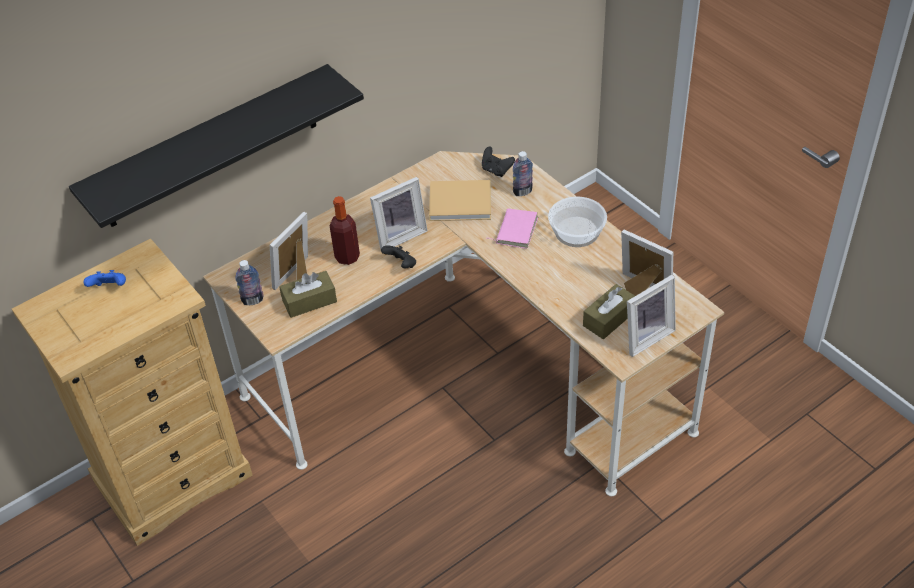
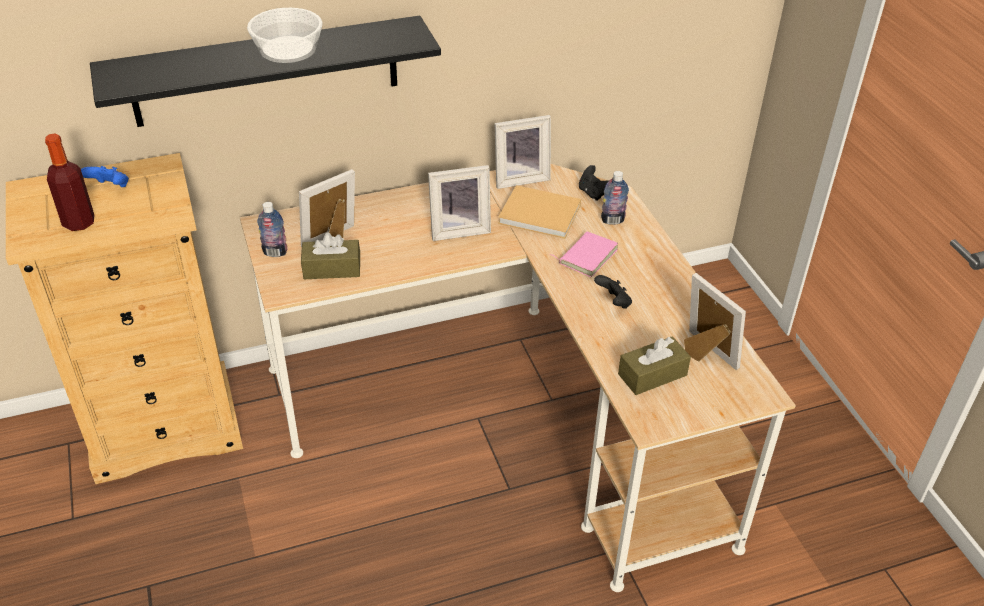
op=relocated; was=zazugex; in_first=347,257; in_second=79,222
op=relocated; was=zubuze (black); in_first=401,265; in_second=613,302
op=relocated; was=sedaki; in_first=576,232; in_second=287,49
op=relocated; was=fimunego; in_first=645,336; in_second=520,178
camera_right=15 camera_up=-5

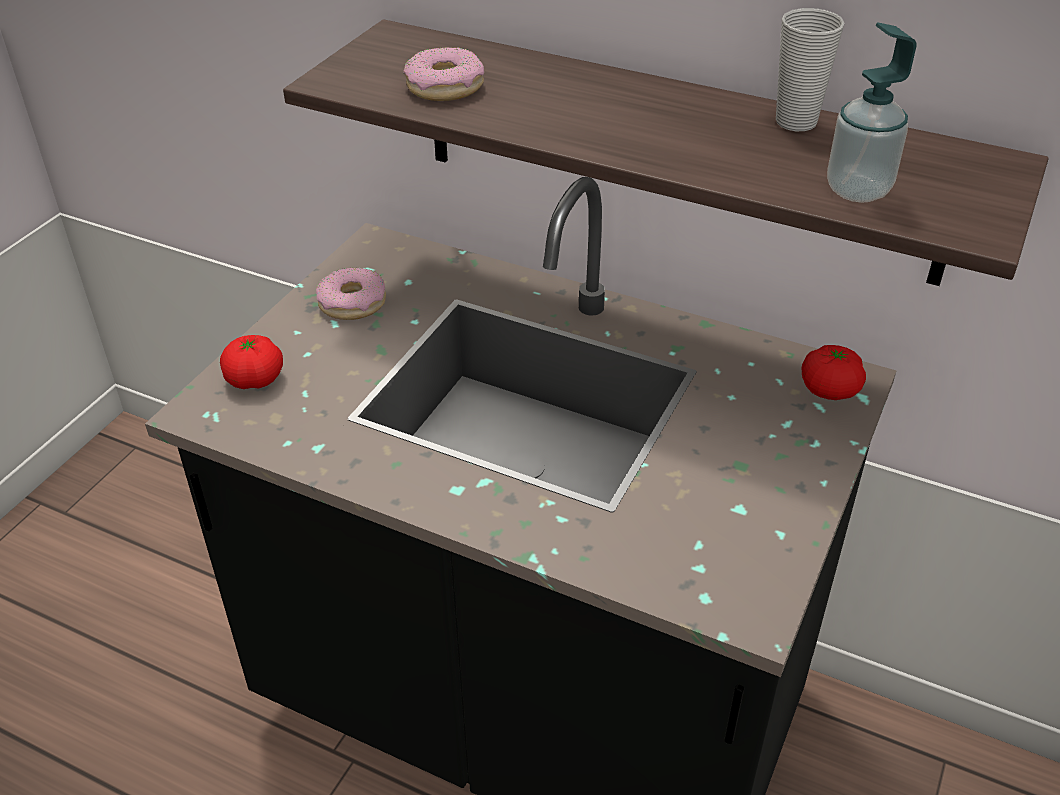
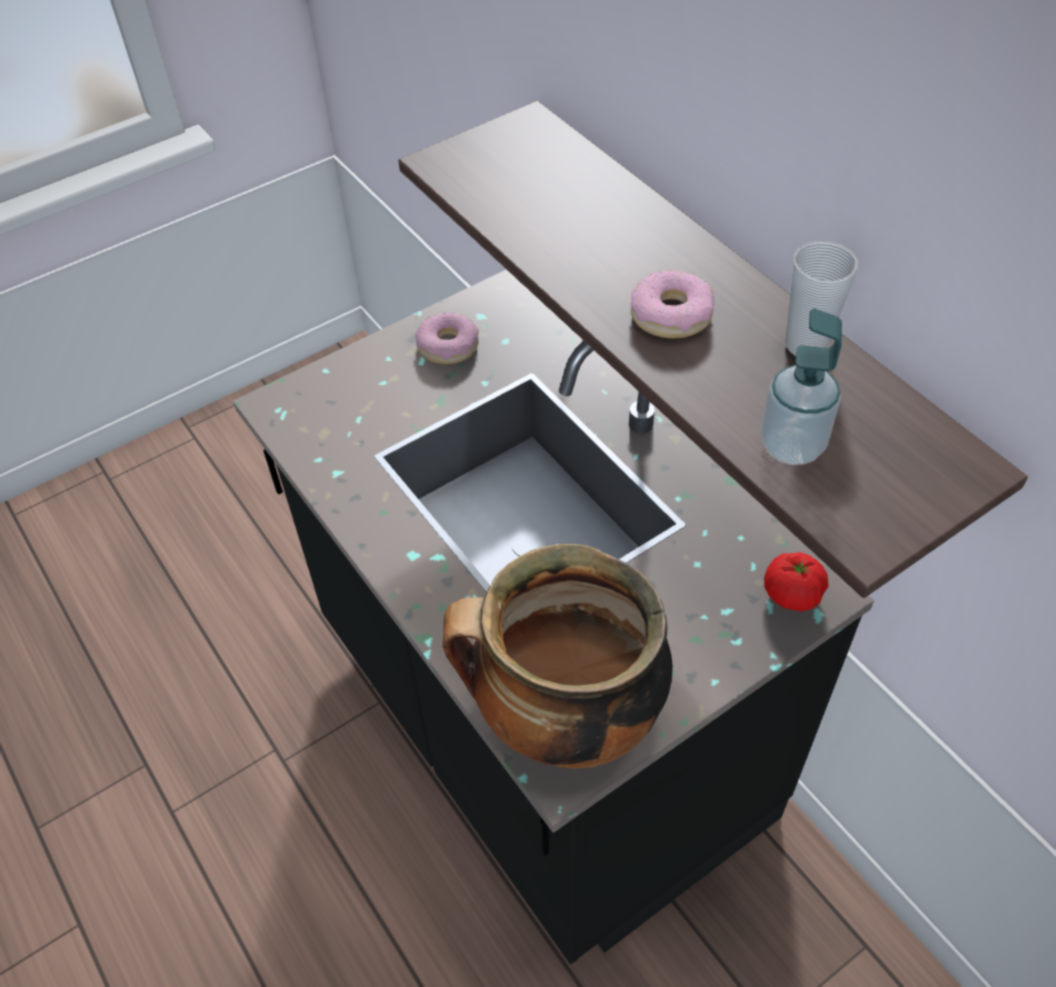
op=missing; was=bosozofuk; in_first=255,379
op=relocated; was=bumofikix; in_first=445,86; in_second=671,315
op=appeared; now=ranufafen; in_second=564,720
camera_right=30 camera_up=10

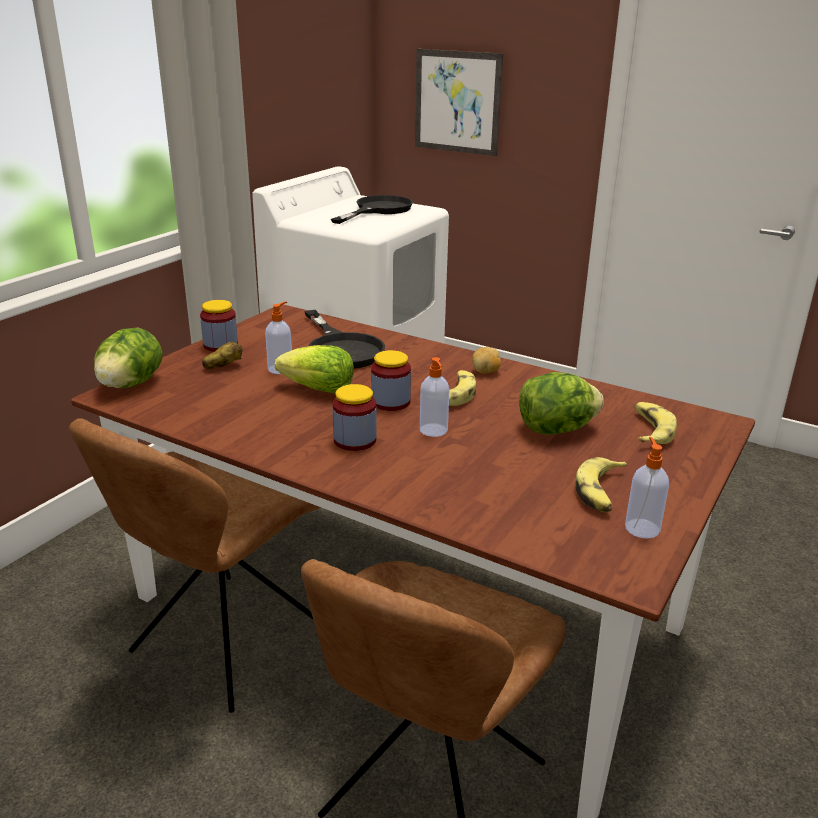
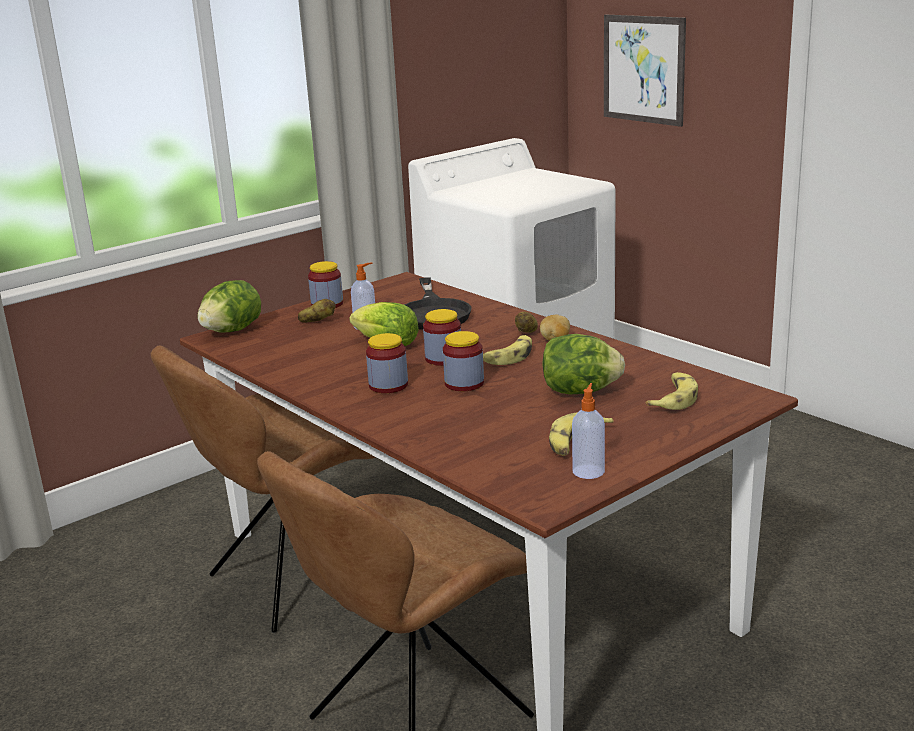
op=missing; was=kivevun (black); in_first=378,210
op=exchanged; was=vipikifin; now=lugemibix; in_first=433,431; in_second=464,383
op=appeared; now=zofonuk; in_second=527,332
camera_right=20 camera_up=-5

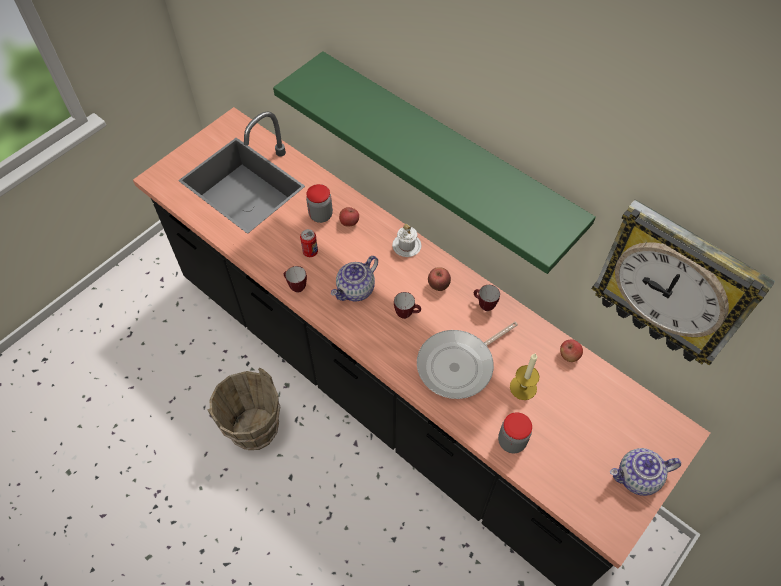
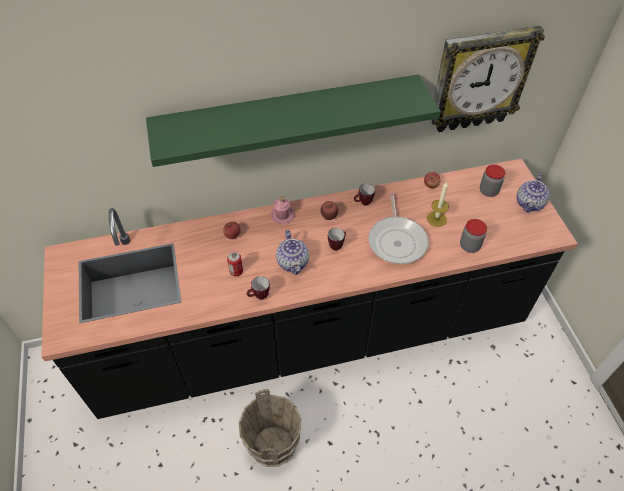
op=relocated; was=lugemibix; in_first=321,215; in_second=488,191
op=colour; was=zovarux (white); now=zovarux (pink); in_first=406,246; in_second=282,215
camera_right=-55 camera_up=-5

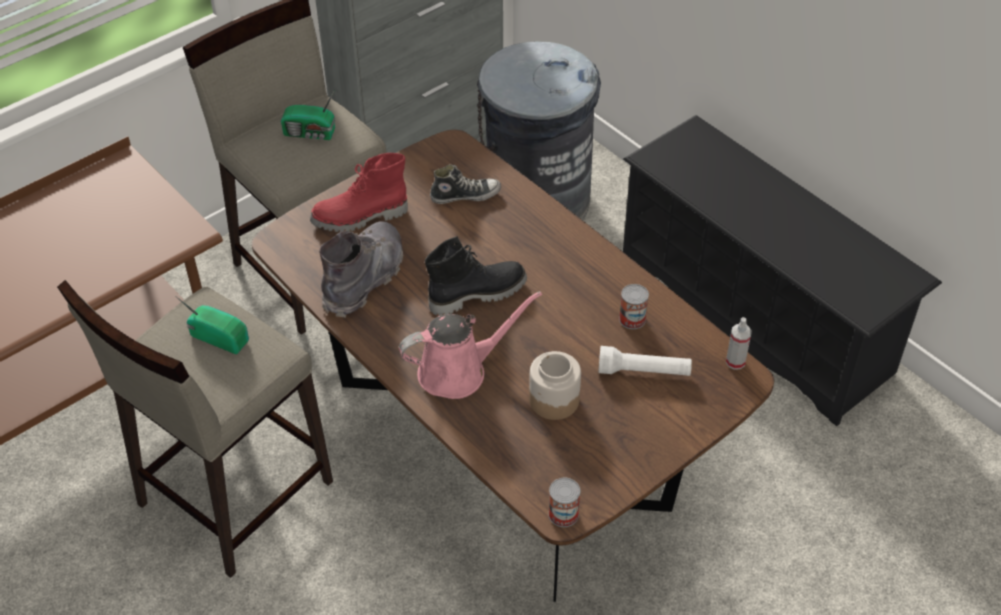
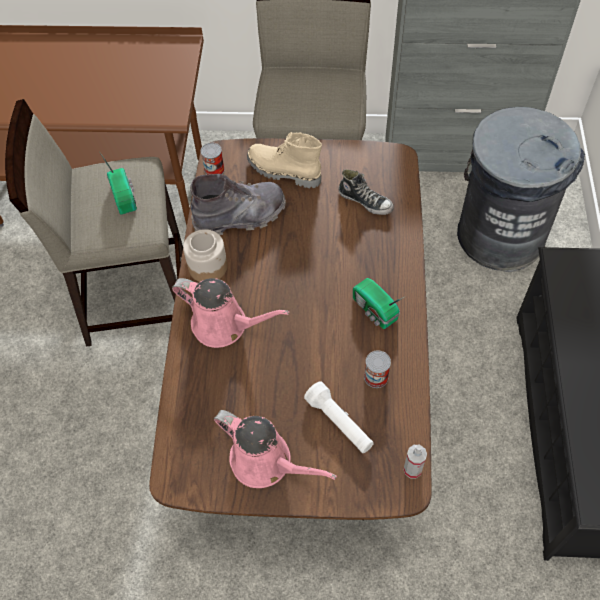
op=relocated; was=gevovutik; in_first=310,133; in_second=375,311
op=colour; was=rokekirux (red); now=rokekirux (beige); in_first=360,218; in_second=283,172
op=missing; was=rokekirux (black); in_first=477,293
op=relocated; was=lugemibix; in_first=553,400; in_second=208,266
op=relocated; was=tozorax; in_first=563,514; in_second=214,169
op=appeared; now=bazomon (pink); in_second=266,462
camera_right=45 camera_up=10

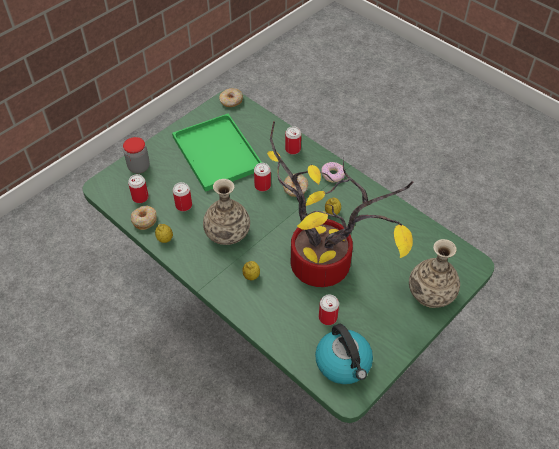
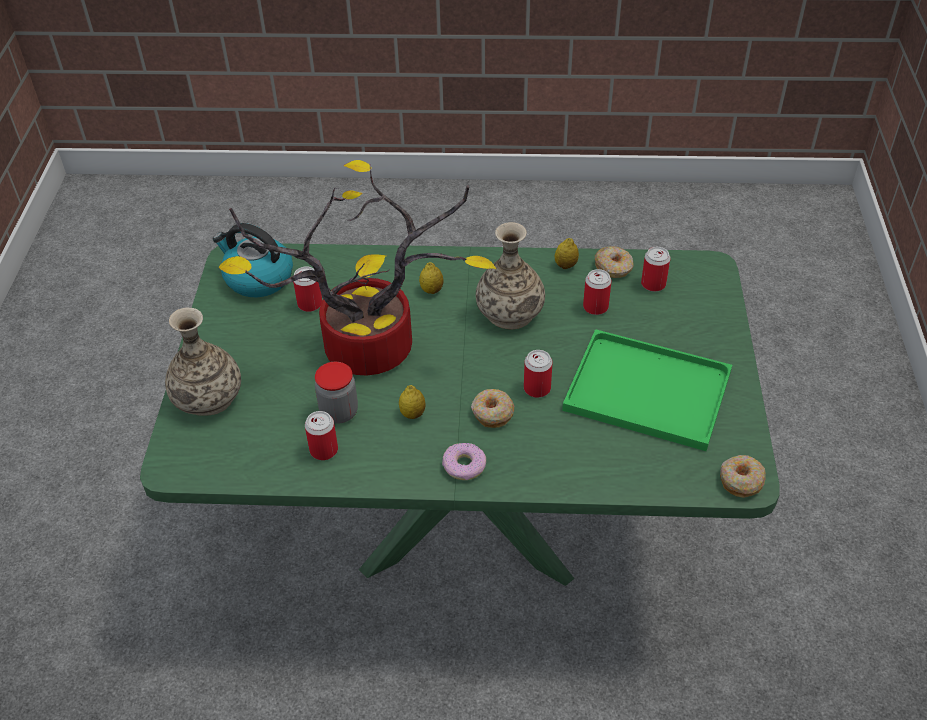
op=relocated; was=lugemibix; in_first=139,167; in_second=339,412
op=relocated; was=tozorax; in_first=292,149; in_second=324,450
camera_right=140 camera_up=-5

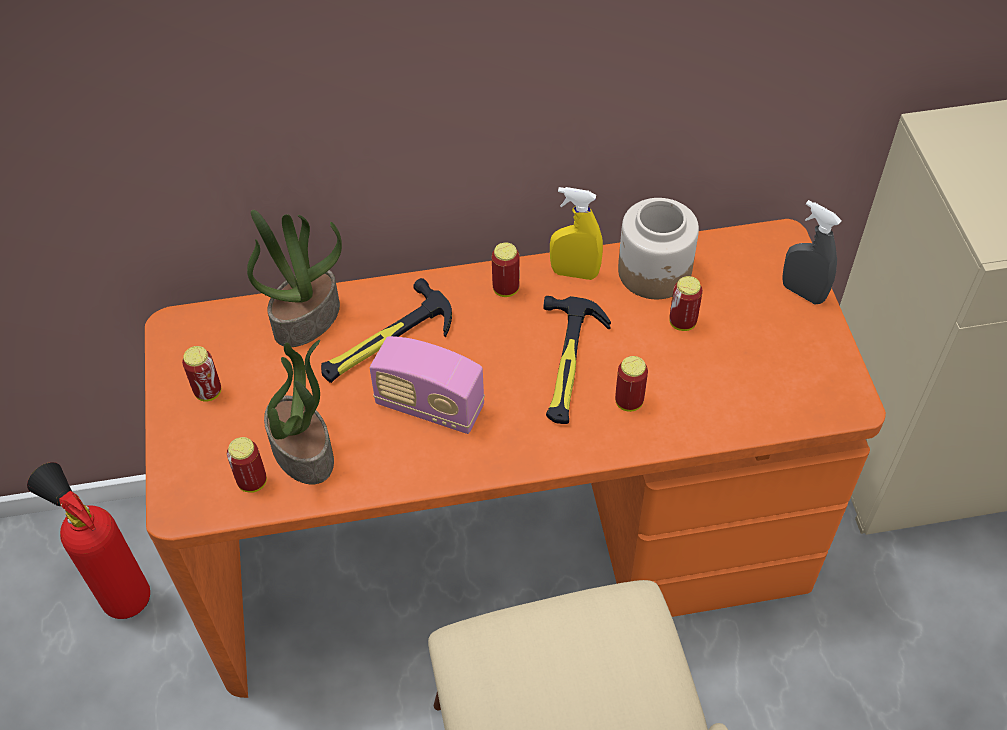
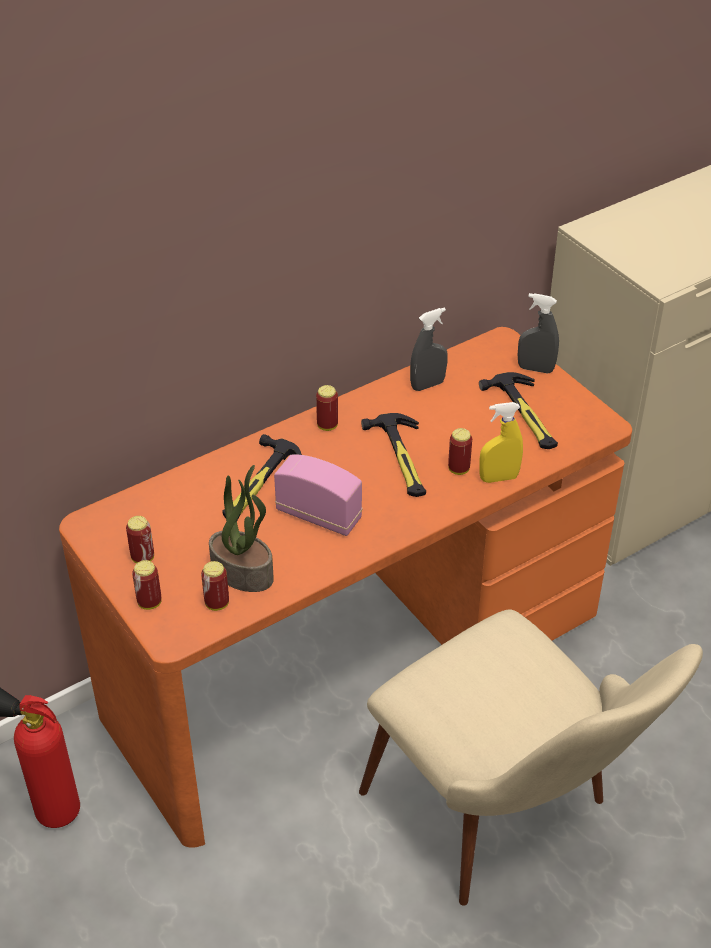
op=missing; was=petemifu; in_first=306,318
op=spun; was=gevovutik; in_first=429,406; in_second=319,515; clockwise=-150
op=relocated; was=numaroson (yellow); in_first=574,273; in_second=498,478
op=exchanged; was=lugemibix; now=numaroson (grey); in_first=655,272; in_second=427,385
op=relocated; was=tozorax; in_first=682,323; in_second=149,603
op=appeared; now=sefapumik; in_second=525,414
camera_right=-25 camera_up=-10

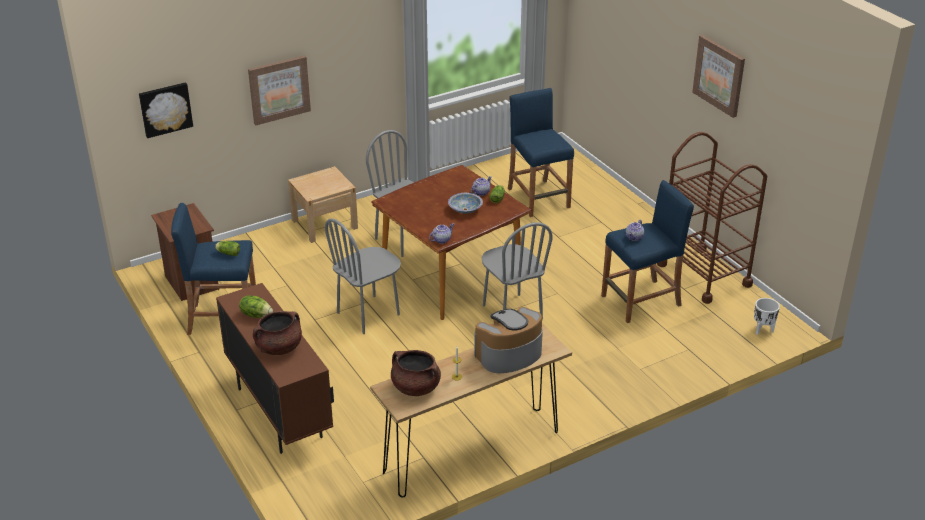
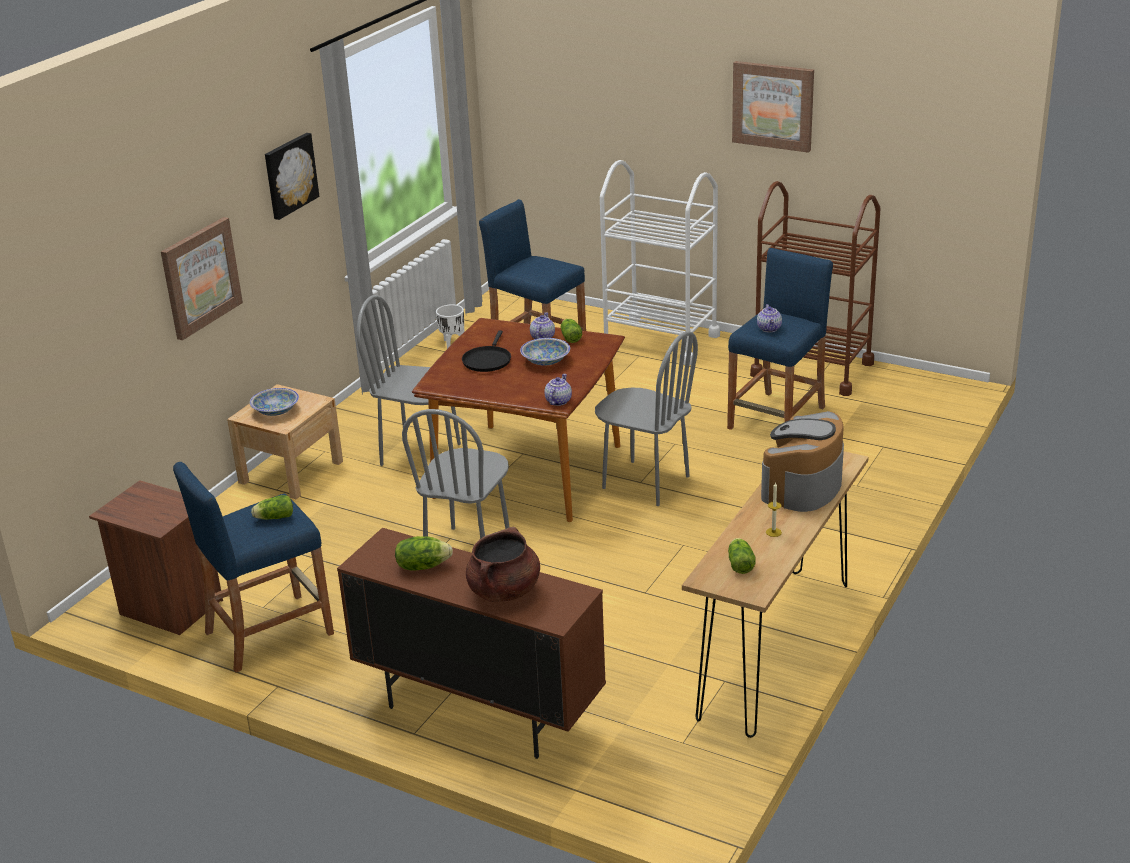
op=relocated; was=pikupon; in_first=165,109; in_second=289,175
op=exchanged; was=ranufafen (brown); now=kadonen; in_first=415,387; in_second=740,563
op=relocated; was=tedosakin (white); in_first=763,329; in_second=452,343
op=appeared; now=sedaki; in_second=276,411
op=appeared; now=kivevun (black); in_second=487,360
op=appeared; now=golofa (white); in_second=660,341
camera_right=-30 camera_up=-5

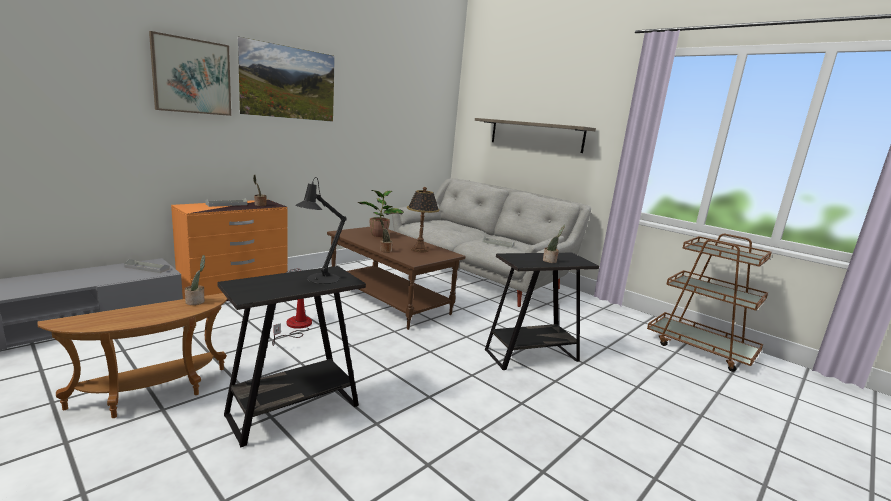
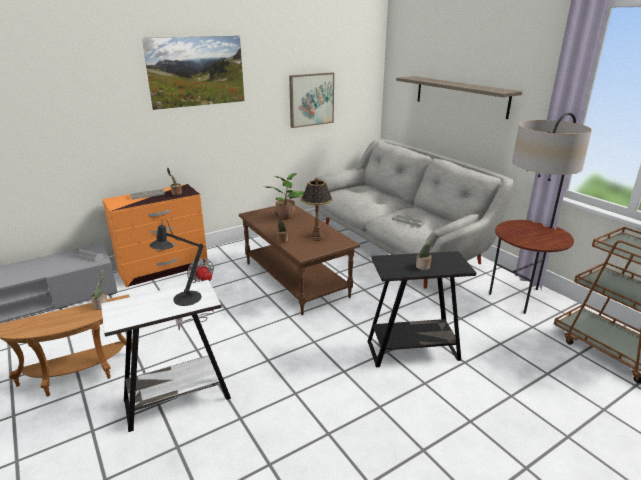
op=relocated; was=pikupon; in_first=192,76; in_second=311,99
op=colour; was=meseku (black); now=meseku (white); in_first=293,410; in_second=177,399
op=appeared; now=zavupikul; in_second=520,297
camera_right=15 camera_up=10

